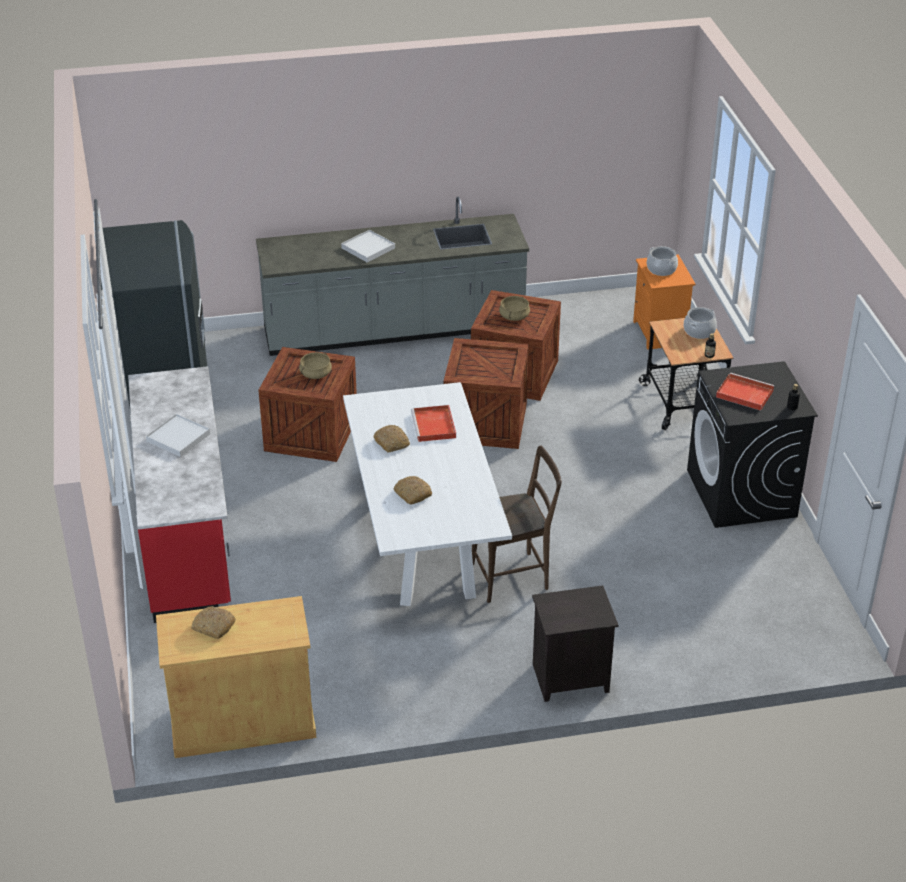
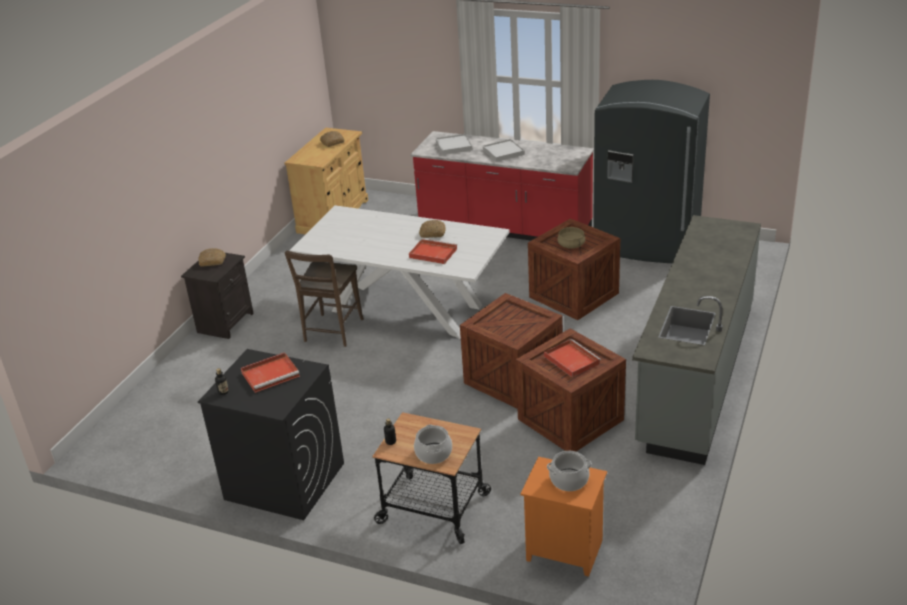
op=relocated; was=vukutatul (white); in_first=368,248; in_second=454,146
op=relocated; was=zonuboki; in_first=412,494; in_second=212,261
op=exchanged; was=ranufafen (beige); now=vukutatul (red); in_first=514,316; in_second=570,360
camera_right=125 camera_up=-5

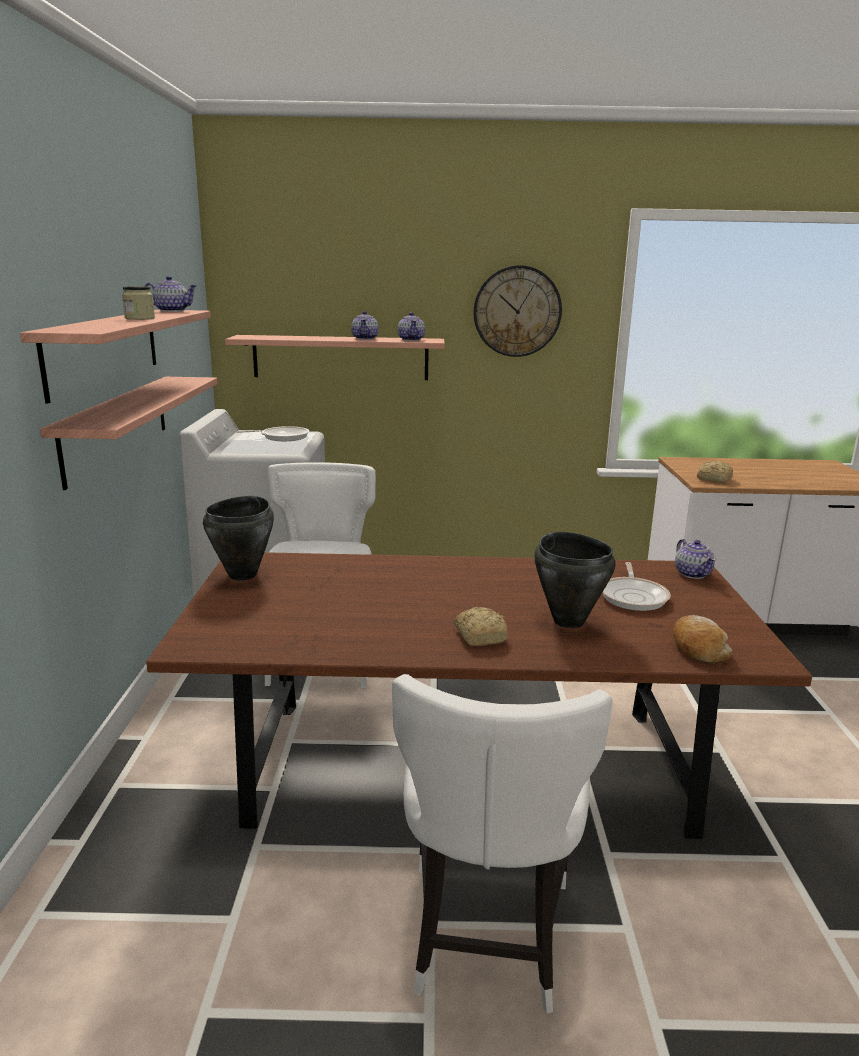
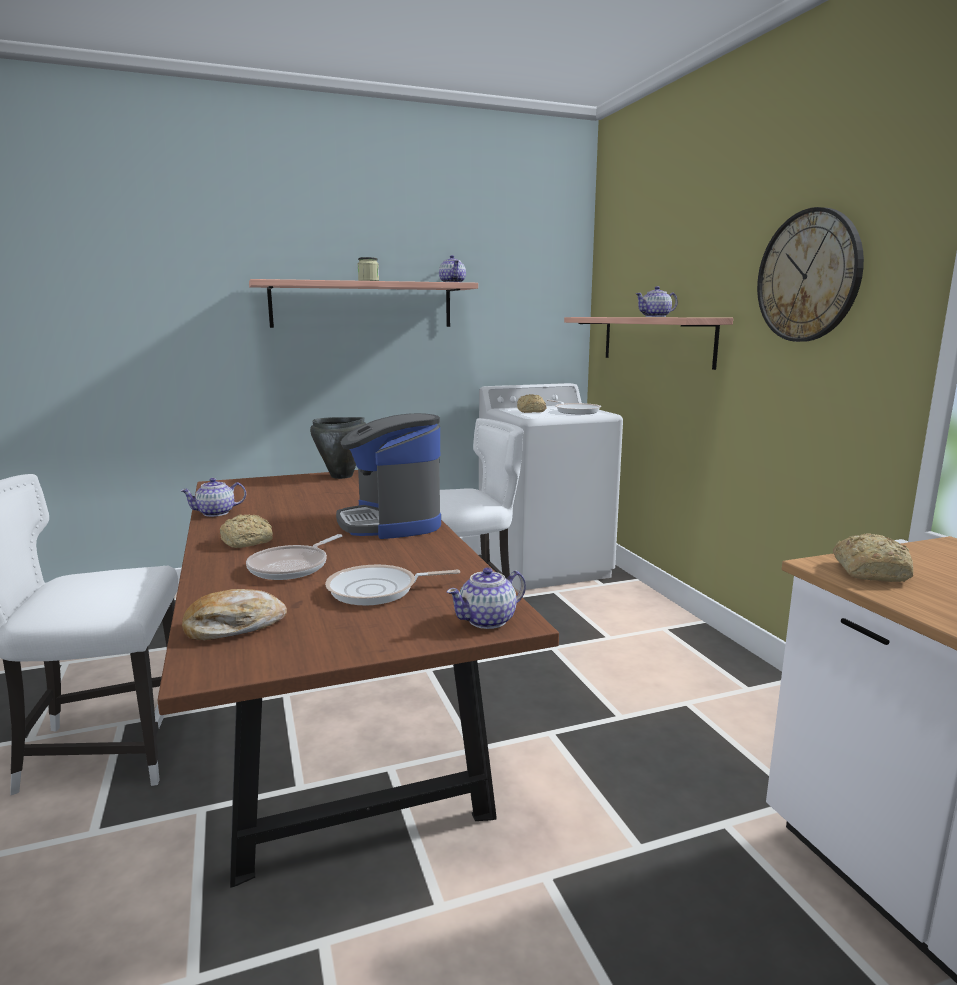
op=missing; was=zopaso; in_first=117,426
op=relocated; was=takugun; in_first=411,339; in_second=216,513
op=exchanged; was=ranufafen (black); now=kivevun; in_first=568,621; in_second=292,567
op=appeared; now=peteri; in_second=391,523
op=appeared; now=zonuboki; in_second=530,411
camera_right=70 camera_up=-5

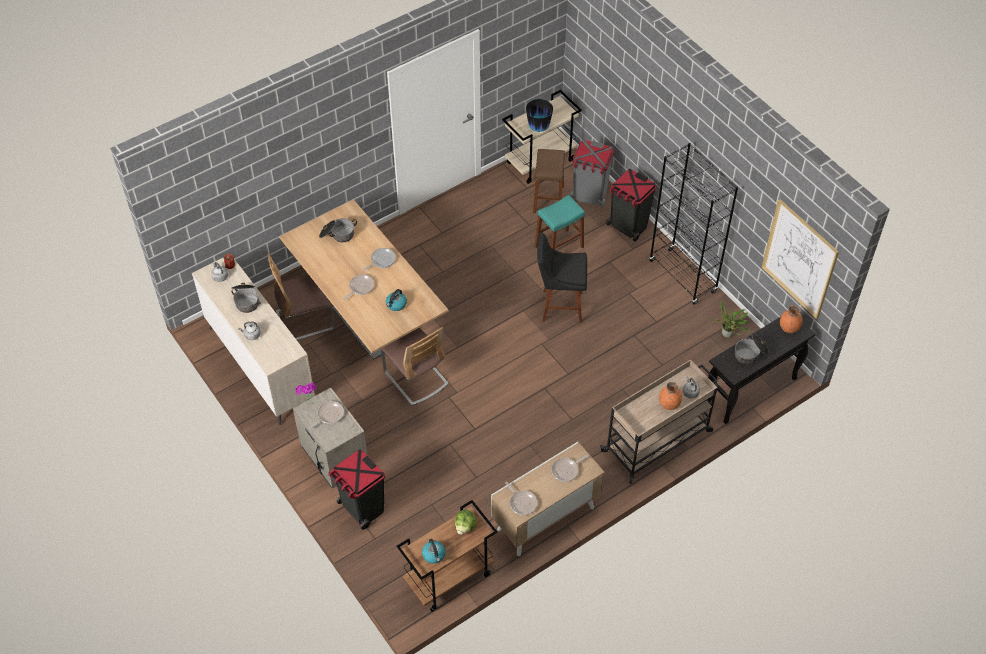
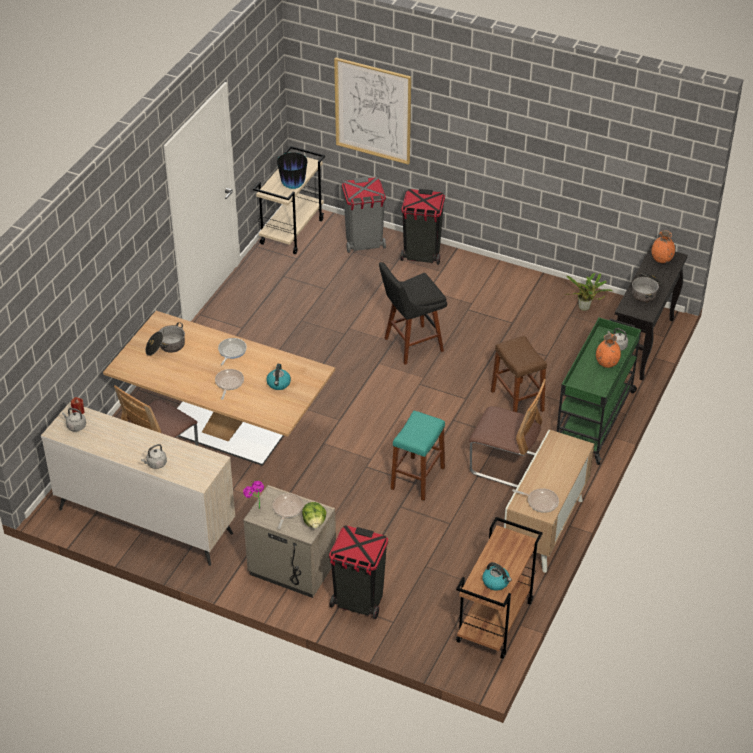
op=missing; was=ranufafen; in_first=246,300
op=relocated; was=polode; in_first=416,378; in_second=505,465
op=relocated; was=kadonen; in_first=465,526; in_second=314,522
op=relocated; was=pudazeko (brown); in_first=548,199; in_second=517,401
op=relocated; was=pudazeko (turquoise); in_first=559,247; in_second=417,478
op=missing; was=kivevun; in_first=566,470
op=colour; was=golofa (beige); now=golofa (green); in_first=658,440; in_second=594,419
op=missing; was=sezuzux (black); in_first=682,276
op=relocated; was=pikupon; in_first=799,259; in_second=373,110
camera_right=-30 camera_up=-10

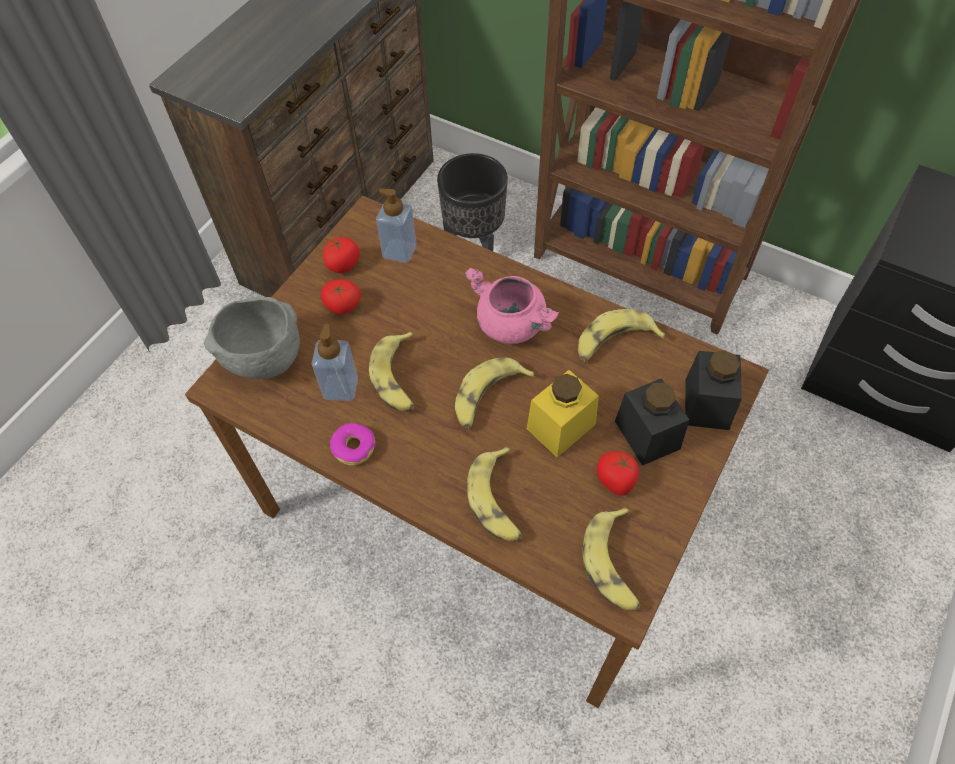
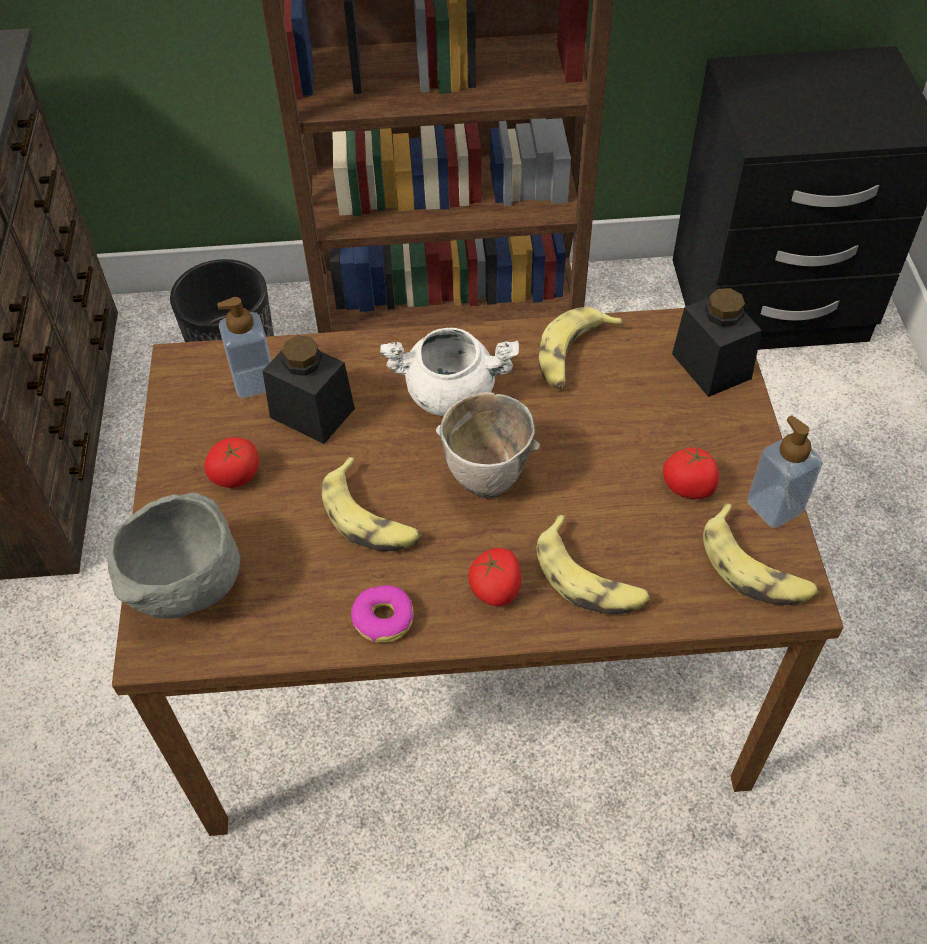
op=relocated; was=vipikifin; in_first=340,387; in_second=774,507
op=relocated; was=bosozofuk; in_first=343,264; in_second=496,589
op=exchanged; was=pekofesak; now=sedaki; in_first=488,398; in_second=490,481
op=colour; was=ranufafen (pink); now=ranufafen (white); in_first=512,324; in_second=451,393
op=missing; was=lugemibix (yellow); in_first=561,426
op=relocated; was=lugemibix (black); in_first=647,435; in_second=312,413
camera_right=-35 camera_up=-5

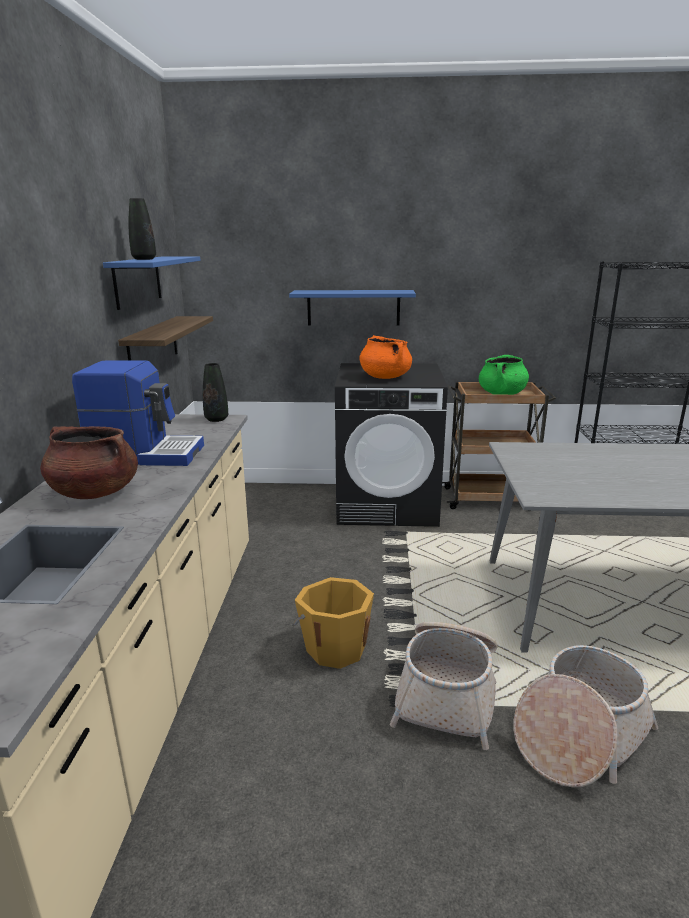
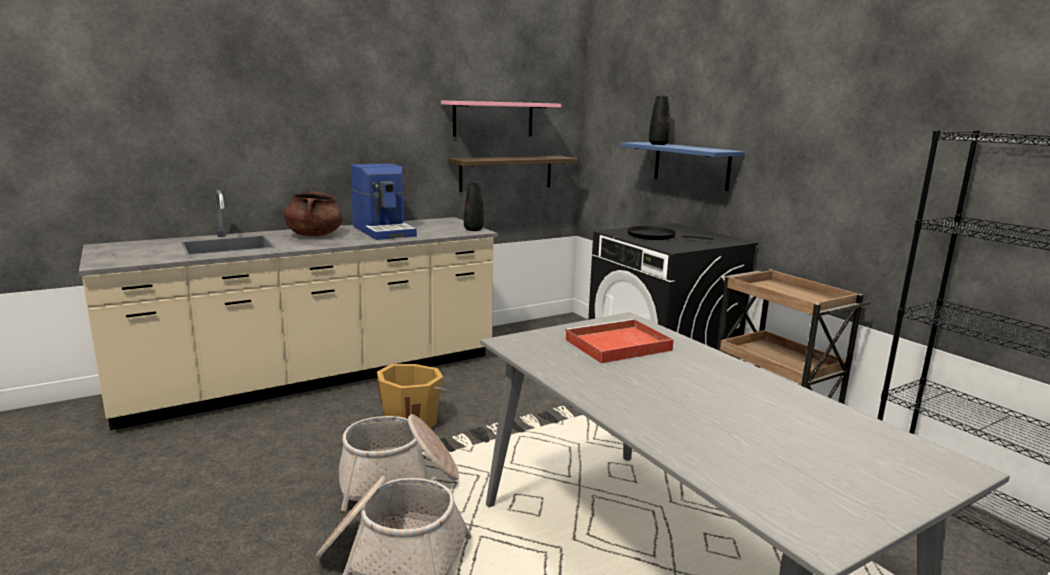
op=colour; was=zopaso (blue); now=zopaso (pink); in_first=137,281; in_second=493,119
op=relocated; was=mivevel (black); in_first=144,259; in_second=658,144
op=exchanged; was=ranufafen (orange); now=kivevun (black); in_first=385,377; in_second=655,236
op=missing; was=ranufafen (green); in_first=502,394
op=appeared; now=vukutatul (red); in_second=616,345
camera_right=55 camera_up=-5

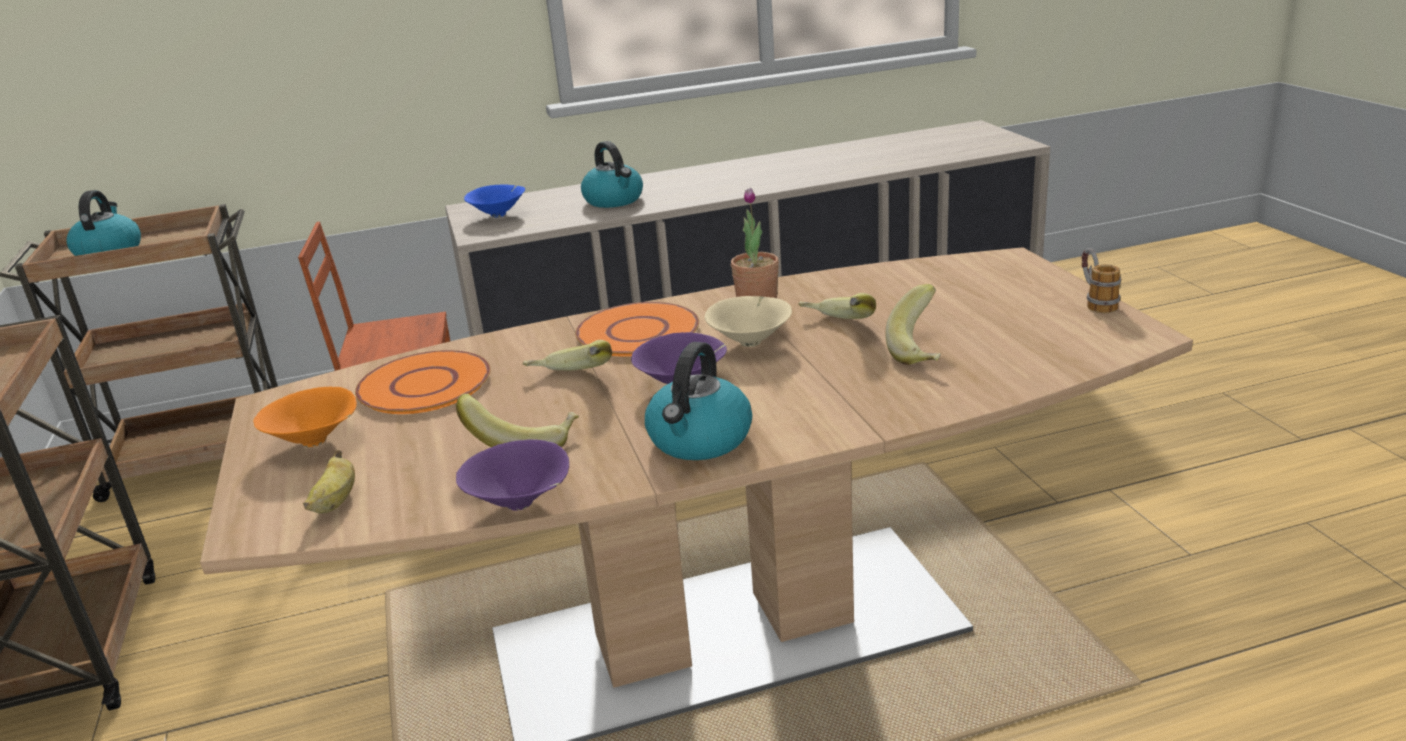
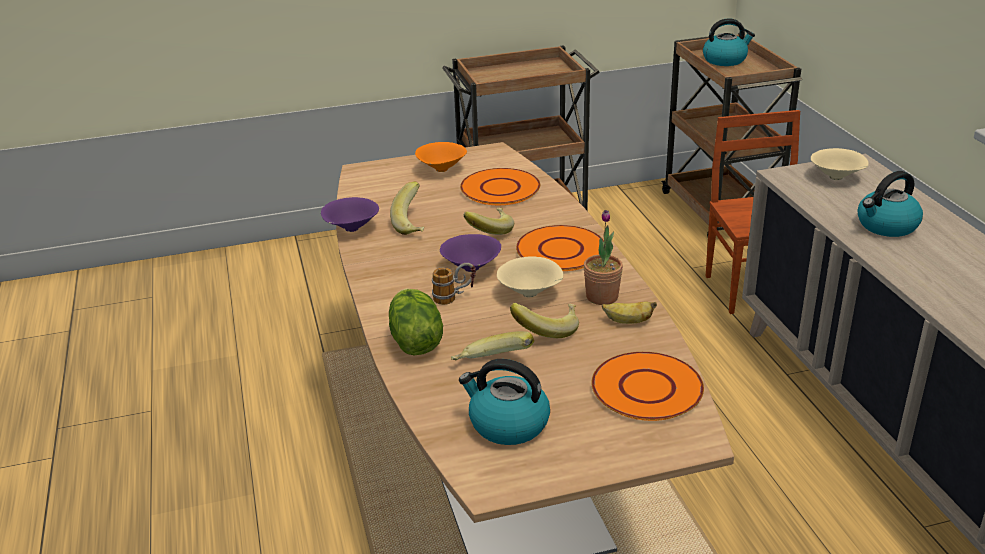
op=relocated; was=pekofesak; in_first=335,502; in_second=627,322
op=colour; was=sedaki (blue); now=sedaki (beige); in_first=499,215; in_second=837,178
op=relocated; was=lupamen; in_first=700,440; in_second=507,424
op=relocated; was=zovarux; in_first=1095,302; in_second=454,297
op=appeared; now=kadonen; in_second=414,341
op=appeared; now=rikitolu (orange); in_second=647,388
camera_right=90 camera_up=5

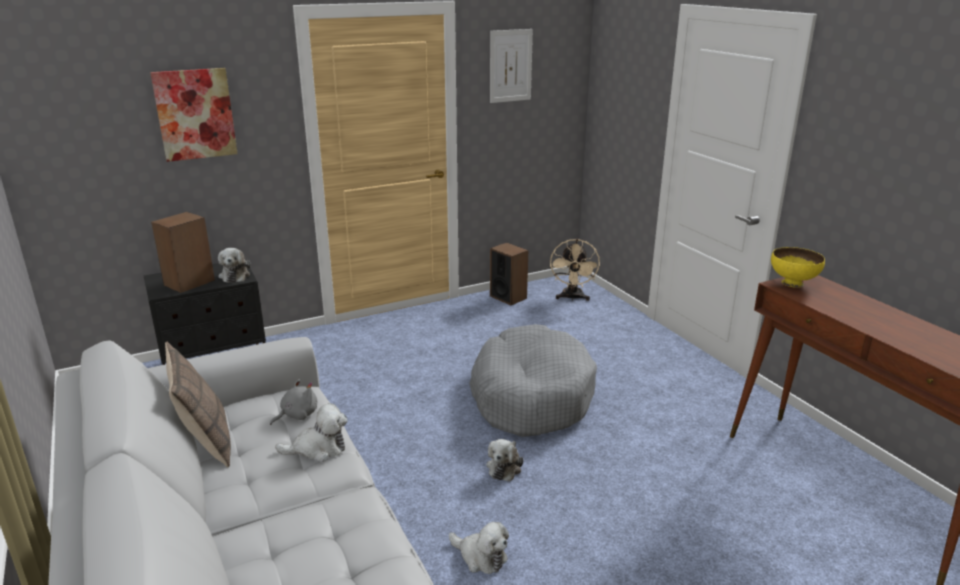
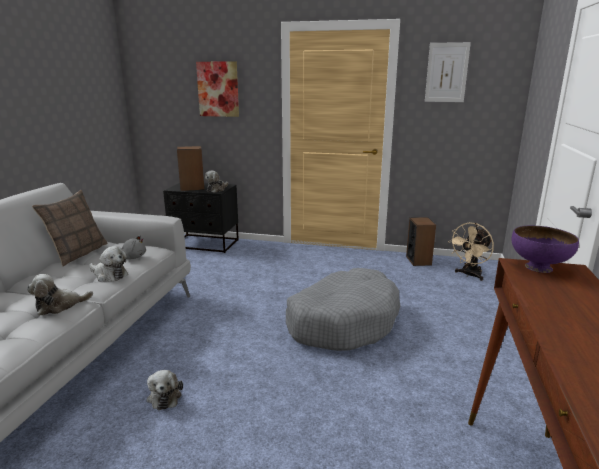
op=relocated; was=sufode; in_first=505,467; in_second=59,306
op=colour; was=sedaki (yellow); now=sedaki (purple); in_first=792,283; in_second=538,267
camera_right=40 camera_up=-5

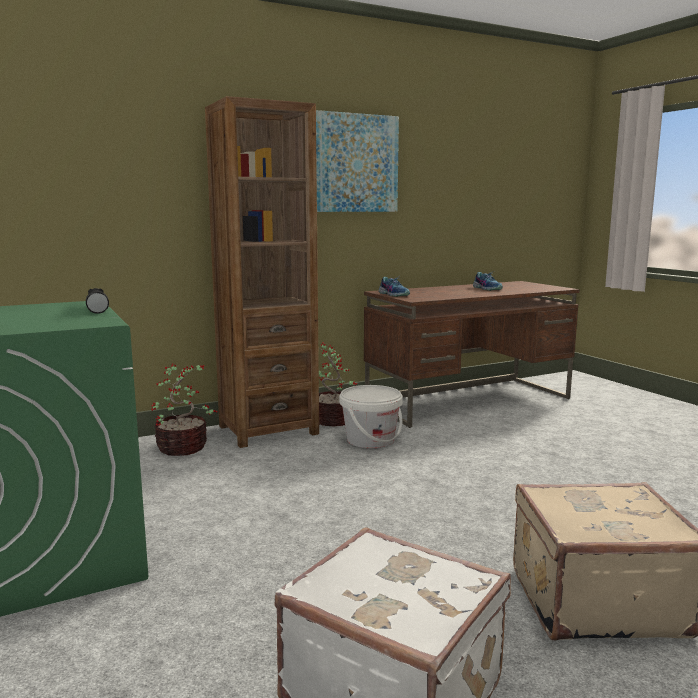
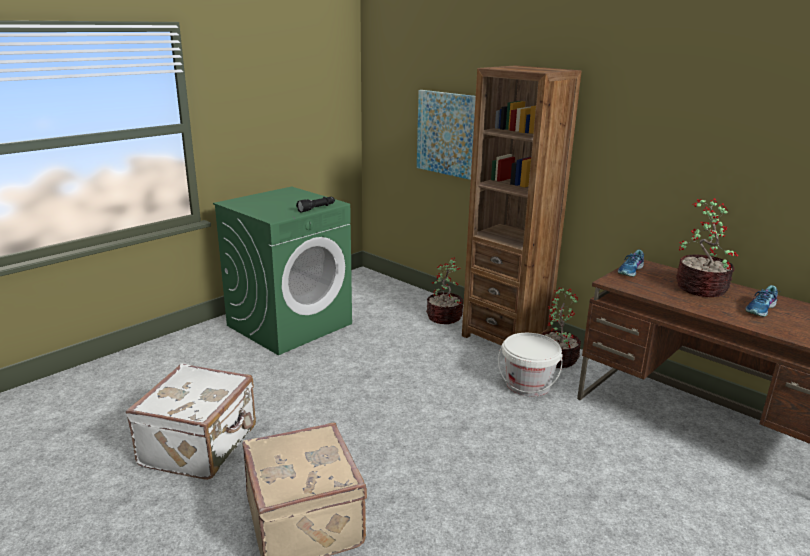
op=relocated; was=pikupon; in_first=354,163; in_second=450,134
op=appeared; now=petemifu; in_second=699,287
camera_right=70 camera_up=10

